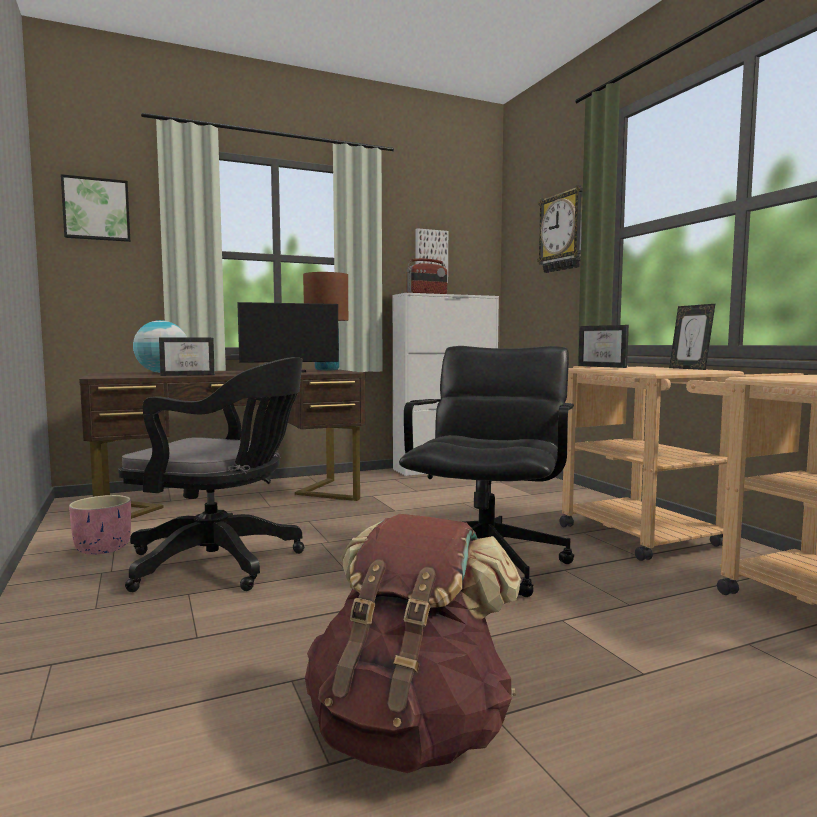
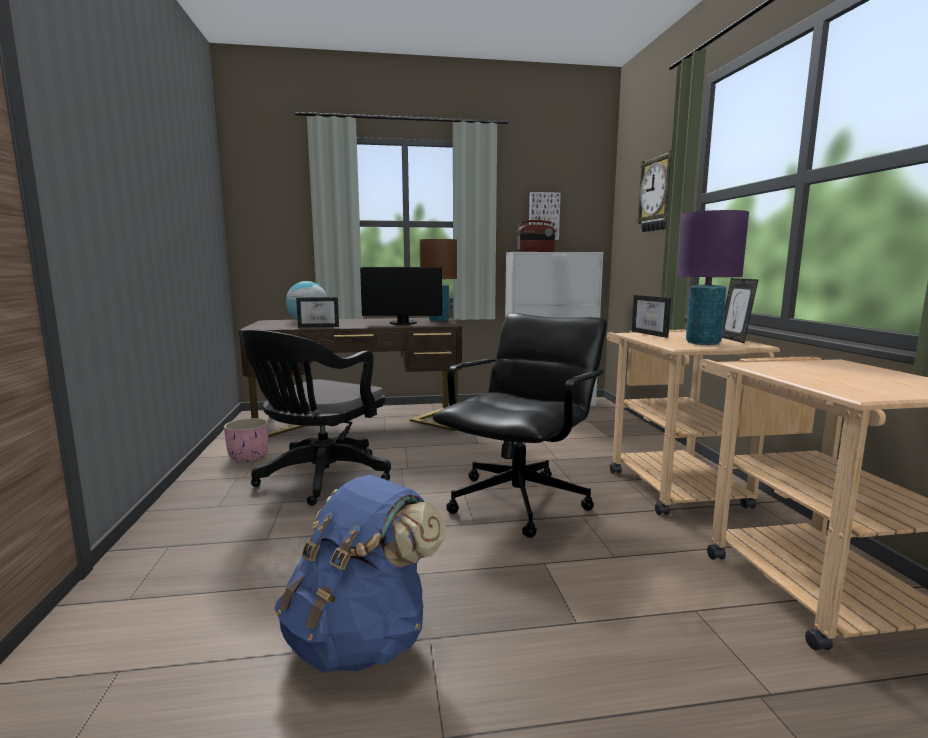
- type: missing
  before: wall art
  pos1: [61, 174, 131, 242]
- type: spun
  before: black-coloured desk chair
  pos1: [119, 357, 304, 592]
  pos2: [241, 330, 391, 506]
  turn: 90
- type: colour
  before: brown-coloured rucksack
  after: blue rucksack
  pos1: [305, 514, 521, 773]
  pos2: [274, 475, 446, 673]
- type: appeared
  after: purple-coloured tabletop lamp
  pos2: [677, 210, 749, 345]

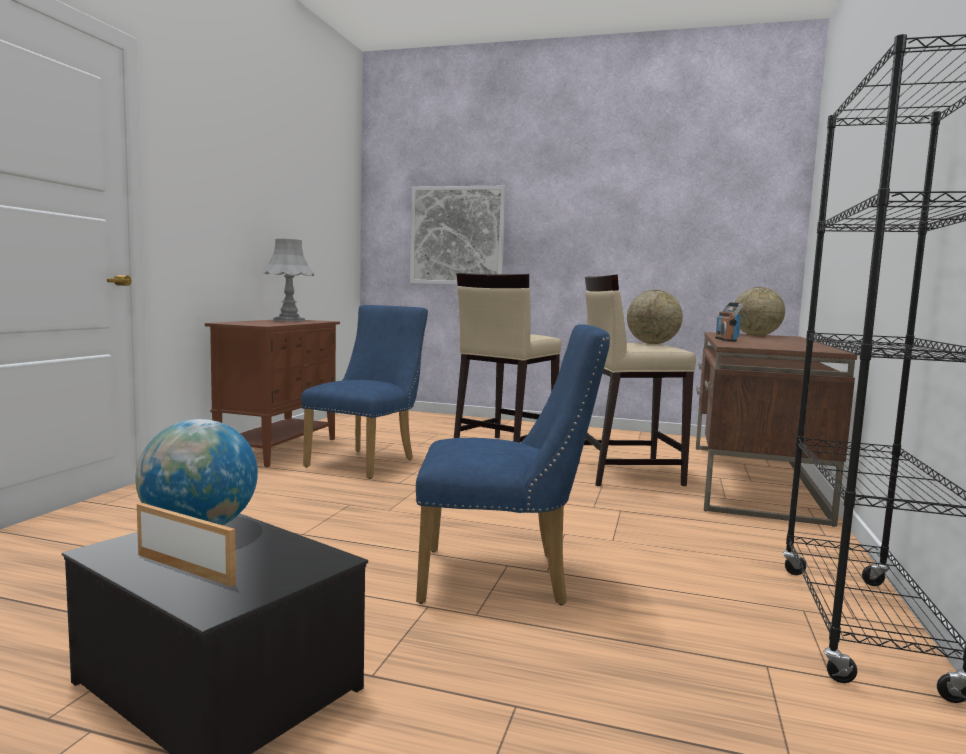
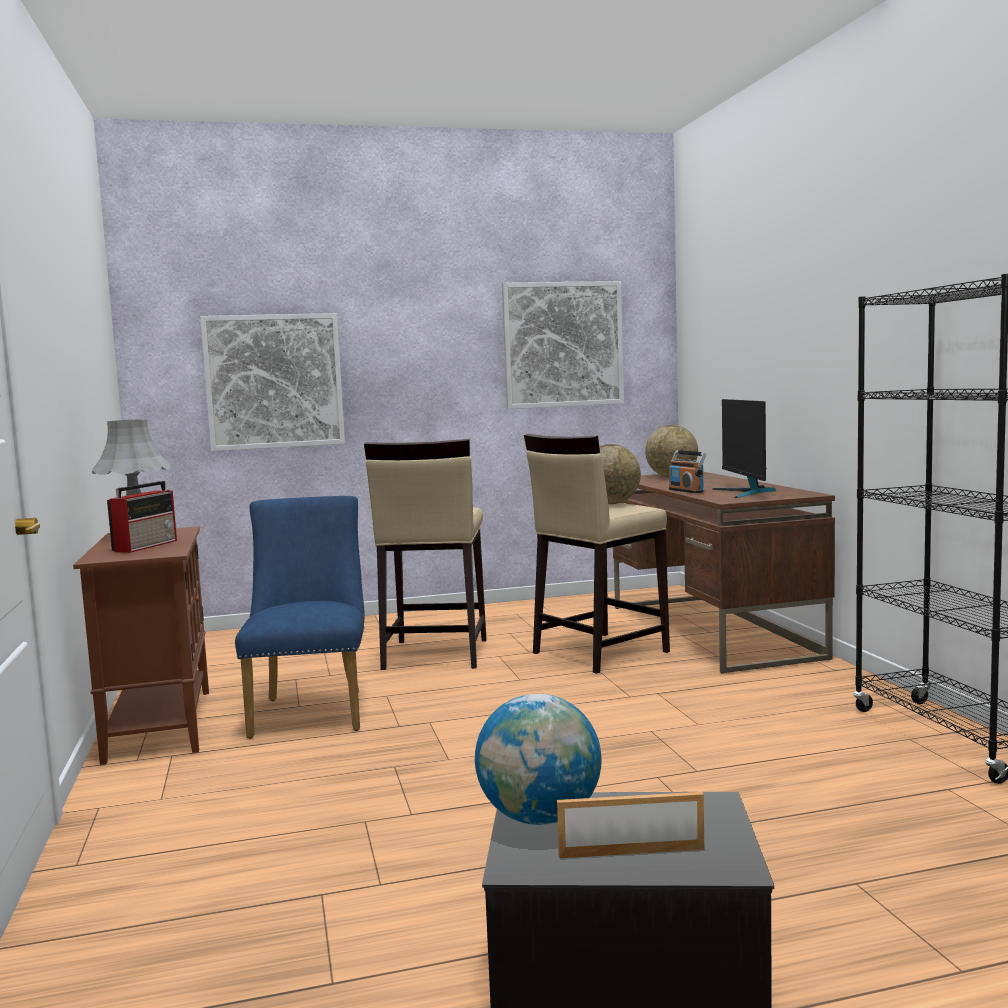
- type: missing
  before: blue plain chair
  pos1: [416, 324, 611, 605]
- type: appeared
  after: radio
  pos2: [107, 481, 177, 553]
- type: appeared
  after: wall art
  pos2: [502, 281, 624, 409]
- type: appeared
  after: computer screen
  pos2: [712, 399, 776, 498]

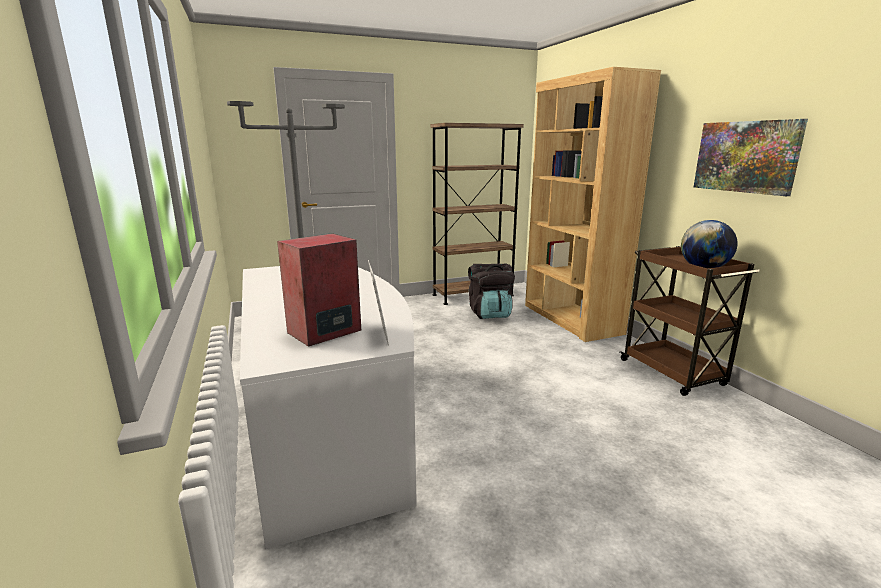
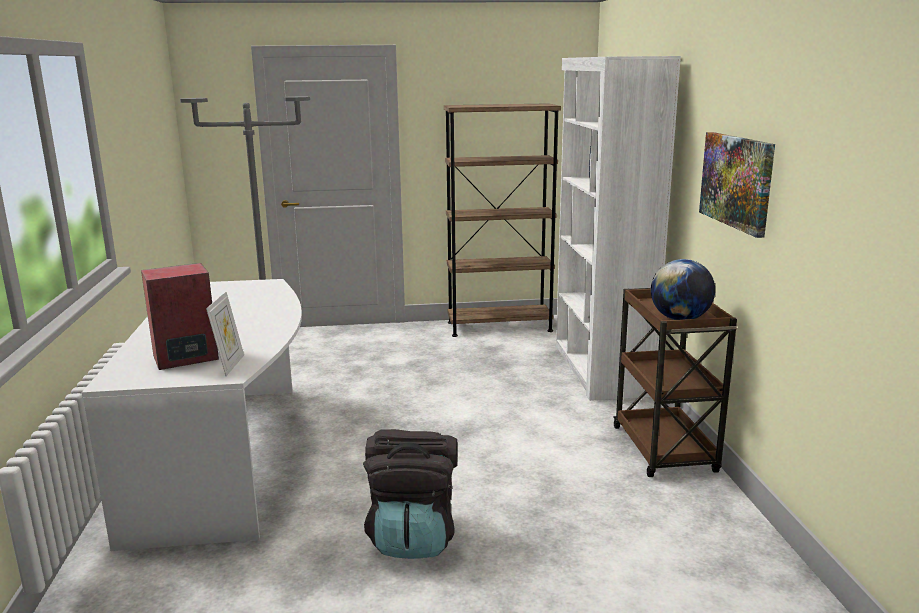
- type: relocated
  before: black-coloured rucksack
  pos1: [468, 264, 515, 319]
  pos2: [363, 429, 457, 559]
- type: colour
  before: brown-coloured bookcase
  after: whitish bookcase
  pos1: [525, 67, 661, 342]
  pos2: [556, 56, 681, 401]

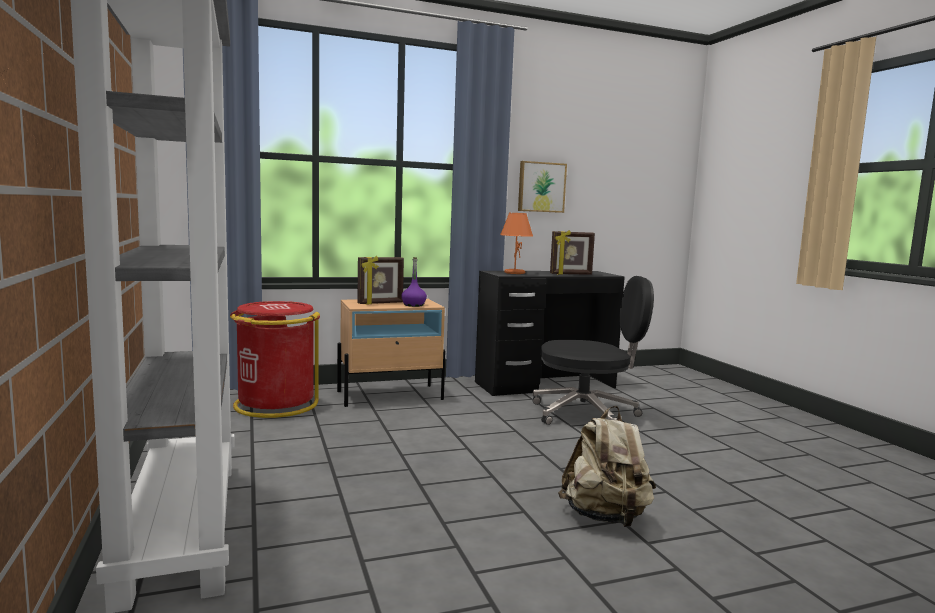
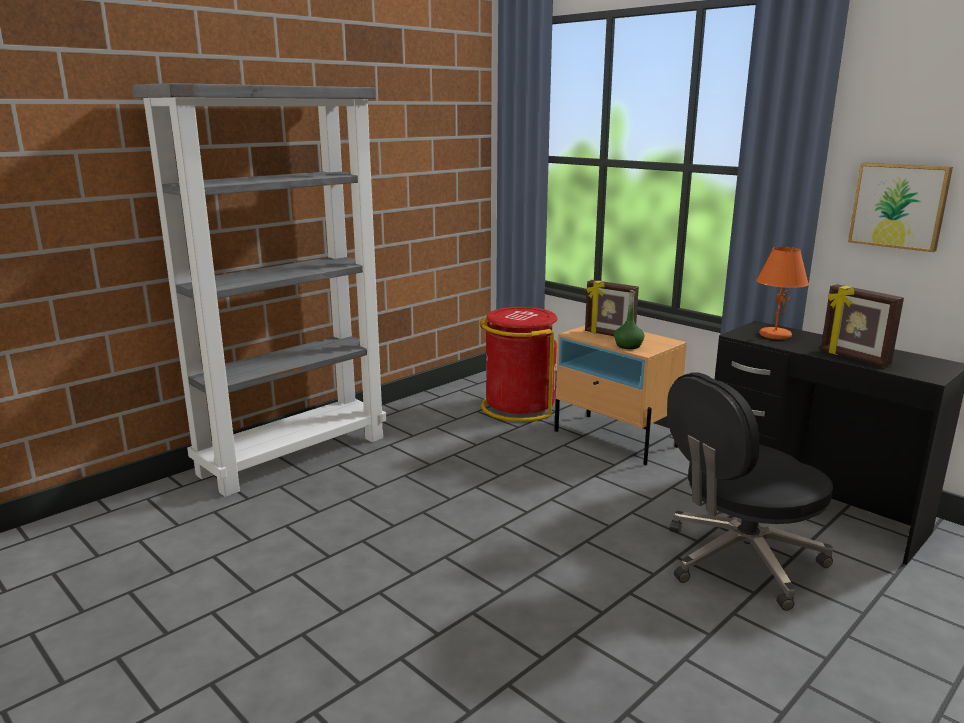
- type: colour
  before: purple-coloured drink bottle
  after: green drink bottle
  pos1: [401, 257, 427, 307]
  pos2: [614, 290, 644, 349]
- type: spun
  before: black-coloured desk chair
  pos1: [533, 276, 654, 425]
  pos2: [667, 372, 833, 611]
  turn: 90
- type: missing
  before: beige rucksack
  pos1: [558, 406, 656, 527]

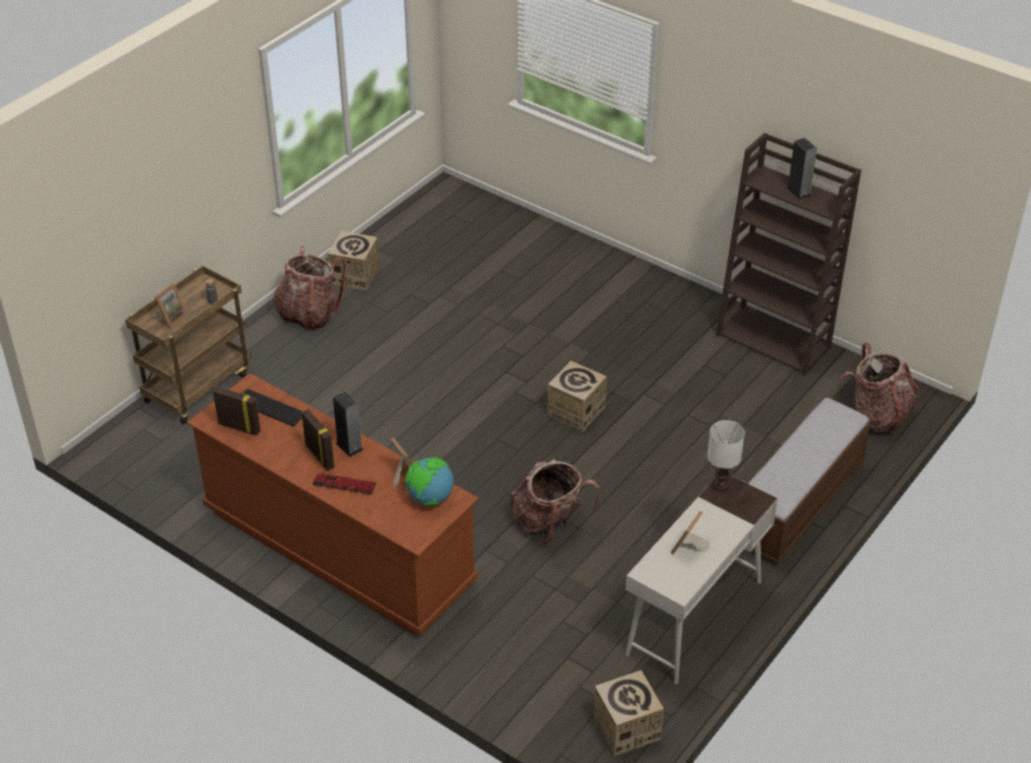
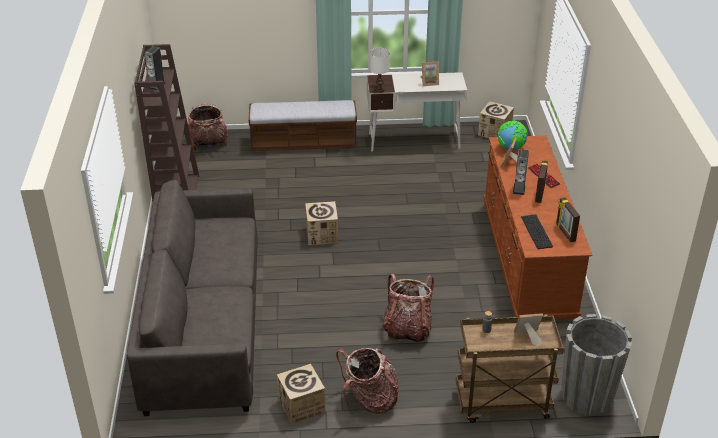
- type: relocated
  before: rucksack
  pos1: [510, 459, 600, 544]
  pos2: [382, 274, 434, 343]
- type: appeared
  after: greyish couch
  pos2: [127, 180, 258, 416]
- type: appeared
  after: greyish flower pot
  pos2: [561, 314, 632, 416]

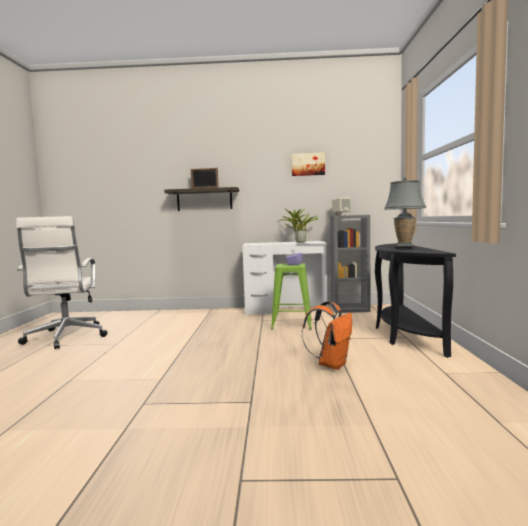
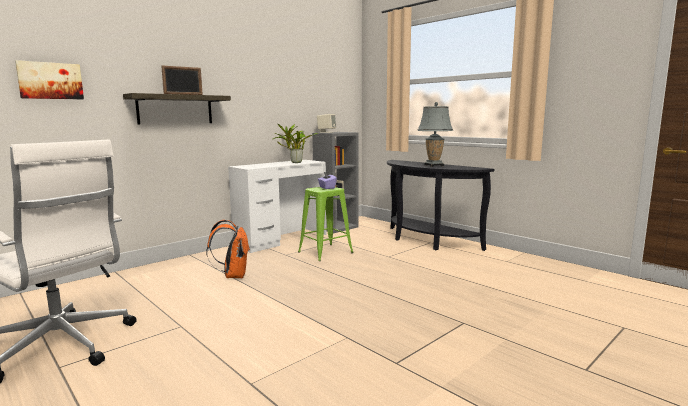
- type: relocated
  before: wall art
  pos1: [291, 152, 325, 176]
  pos2: [15, 60, 84, 99]
- type: relocated
  before: orange-coloured rucksack
  pos1: [302, 301, 352, 370]
  pos2: [206, 220, 249, 278]

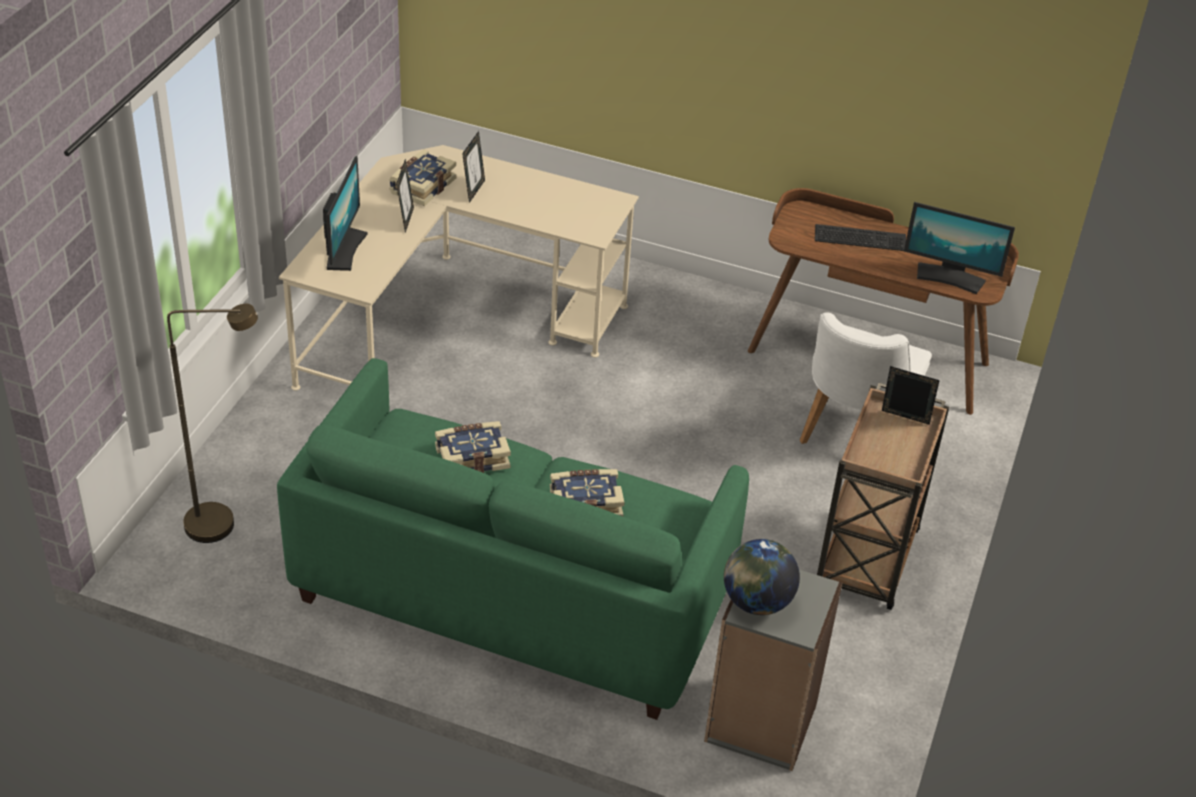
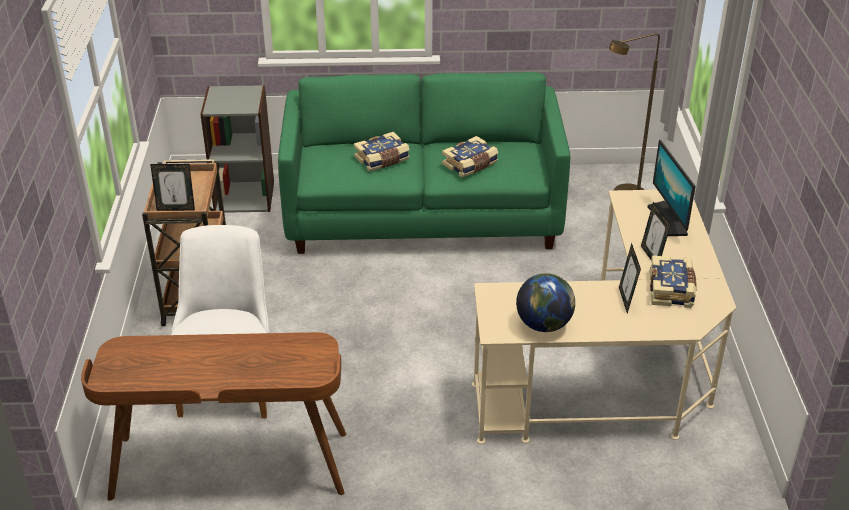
- type: relocated
  before: desk globe
  pos1: [724, 539, 800, 615]
  pos2: [516, 273, 575, 332]
- type: missing
  before: keyboard
  pos1: [815, 224, 906, 251]
- type: missing
  before: computer screen
  pos1: [904, 202, 1015, 294]

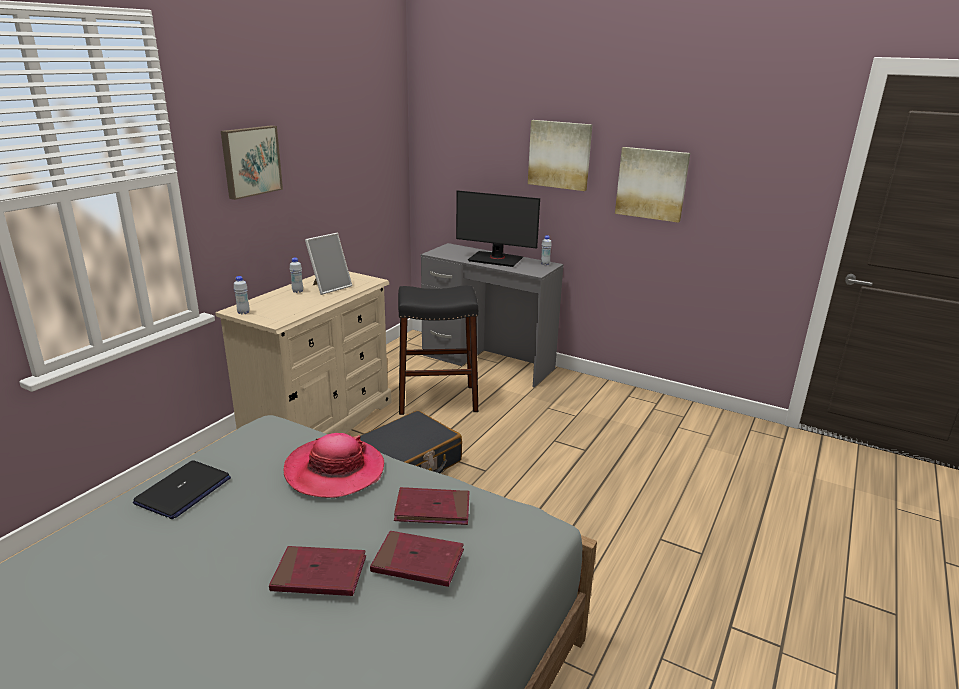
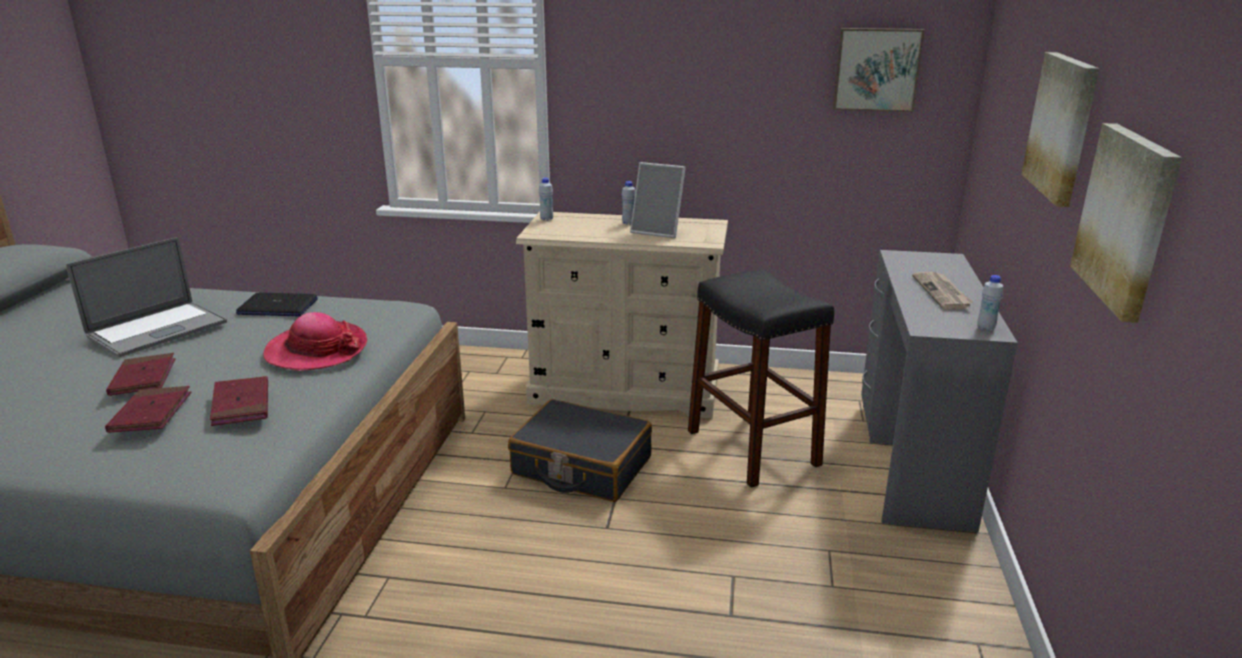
- type: relocated
  before: wall art
  pos1: [221, 125, 283, 200]
  pos2: [833, 28, 925, 112]
- type: exchanged
  before: computer screen
  after: daily paper
  pos1: [456, 190, 540, 267]
  pos2: [912, 272, 973, 309]
- type: appeared
  after: laptop
  pos2: [66, 237, 227, 357]

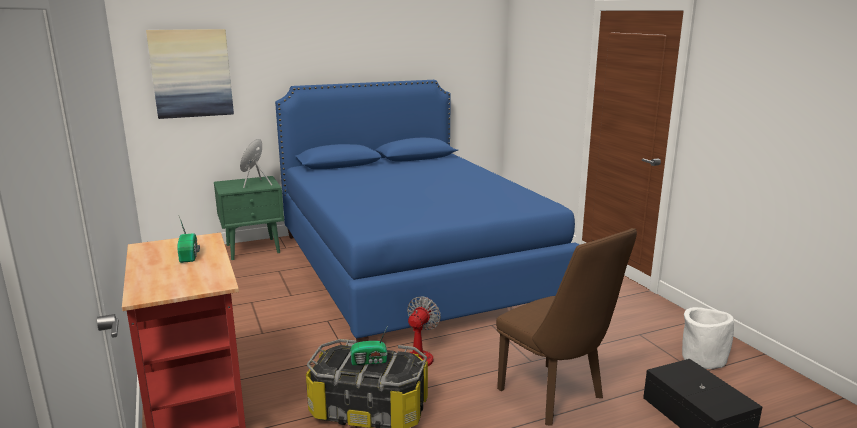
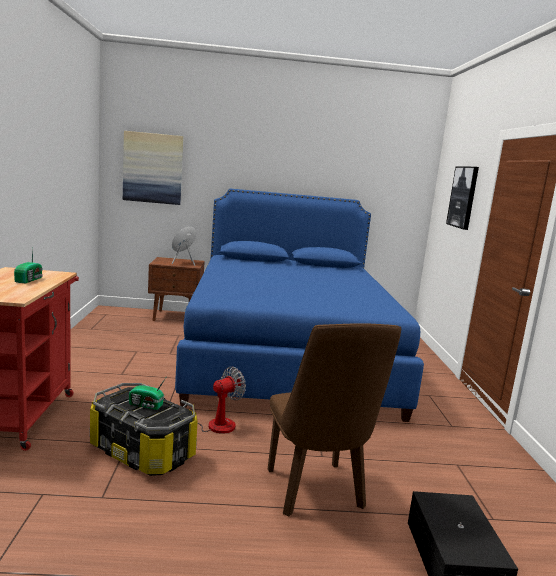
- type: colour
  before: green night table
  after: brown-coloured night table
  pos1: [214, 176, 284, 260]
  pos2: [148, 257, 205, 321]
- type: missing
  before: whitish flower pot
  pos1: [682, 307, 734, 369]
- type: appeared
  after: wall art
  pos2: [446, 167, 479, 230]

